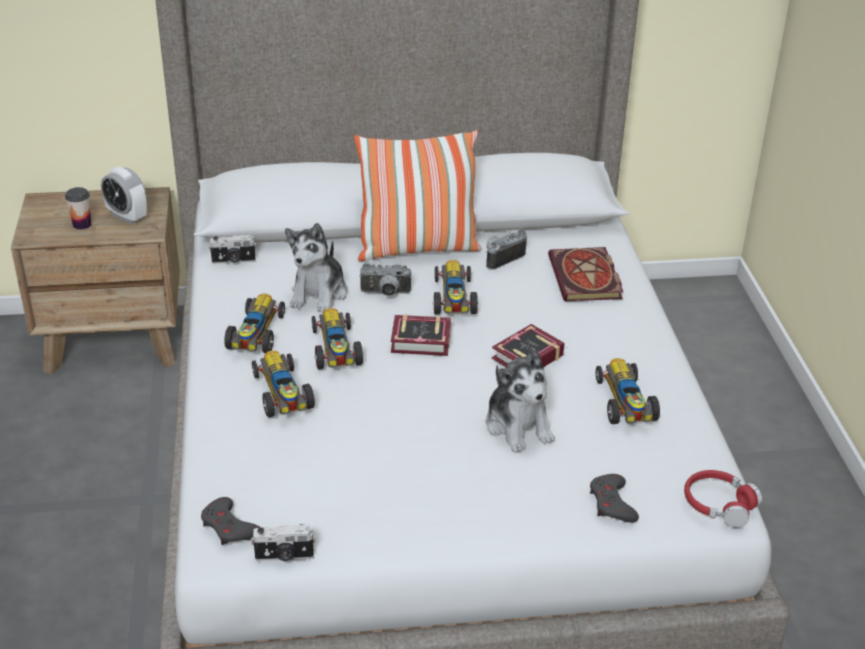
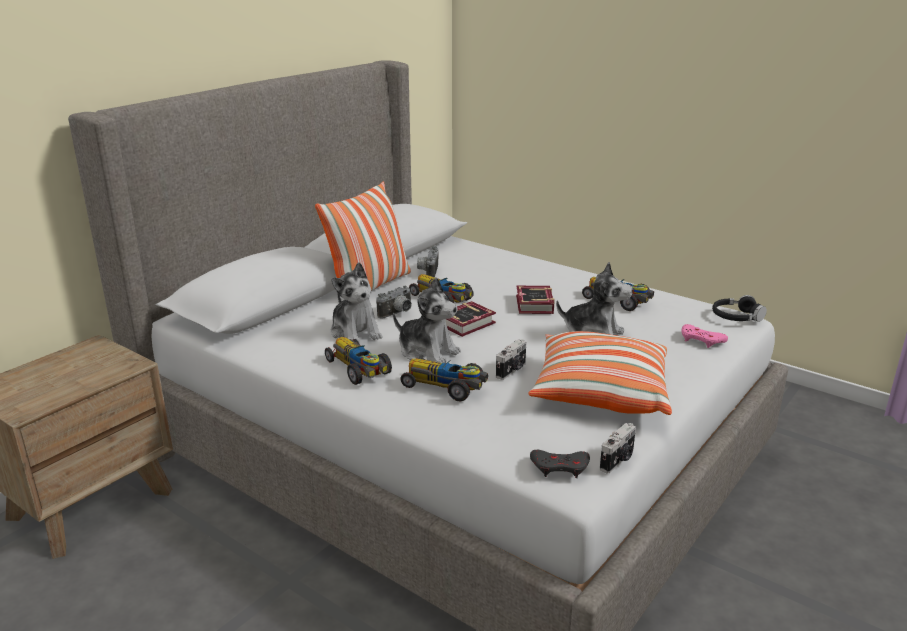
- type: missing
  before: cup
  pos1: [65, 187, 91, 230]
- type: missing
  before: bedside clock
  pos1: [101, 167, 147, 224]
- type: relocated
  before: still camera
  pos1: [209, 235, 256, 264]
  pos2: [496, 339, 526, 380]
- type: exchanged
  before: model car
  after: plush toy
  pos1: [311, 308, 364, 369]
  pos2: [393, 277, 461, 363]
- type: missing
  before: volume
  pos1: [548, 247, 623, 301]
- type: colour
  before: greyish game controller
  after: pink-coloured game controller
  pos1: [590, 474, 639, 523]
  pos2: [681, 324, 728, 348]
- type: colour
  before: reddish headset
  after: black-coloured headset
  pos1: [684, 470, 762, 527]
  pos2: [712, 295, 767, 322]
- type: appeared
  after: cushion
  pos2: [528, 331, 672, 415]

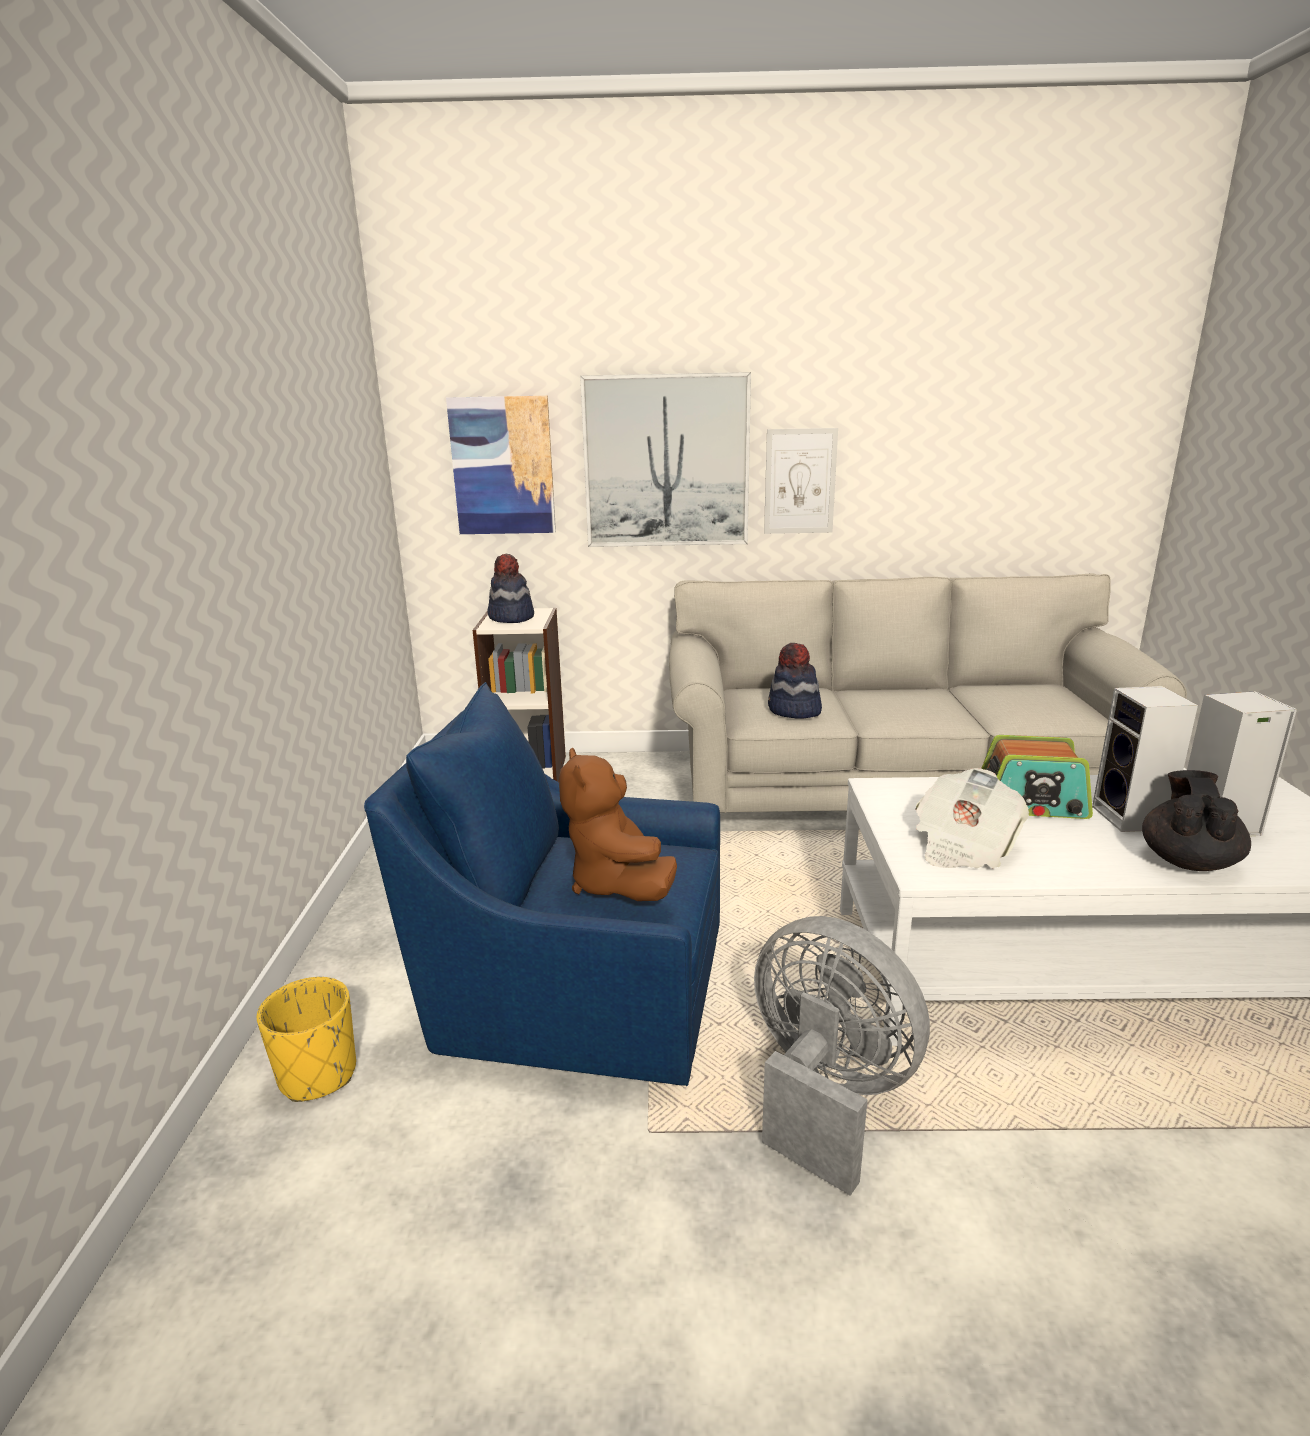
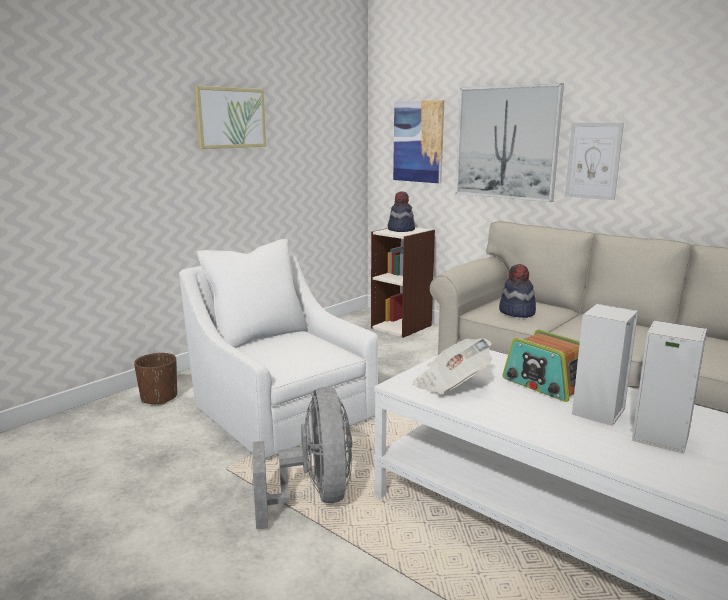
- type: colour
  before: yellow flower pot
  after: brown-coloured flower pot
  pos1: [257, 977, 356, 1102]
  pos2: [134, 353, 177, 405]
- type: colour
  before: blue armchair
  after: whitish armchair
  pos1: [364, 682, 720, 1086]
  pos2: [179, 238, 378, 459]
- type: missing
  before: brown-coloured plush toy
  pos1: [559, 747, 677, 901]
- type: missing
  before: black-coloured teapot
  pos1: [1142, 770, 1251, 871]
- type: appeared
  after: wall art
  pos2: [194, 86, 266, 149]

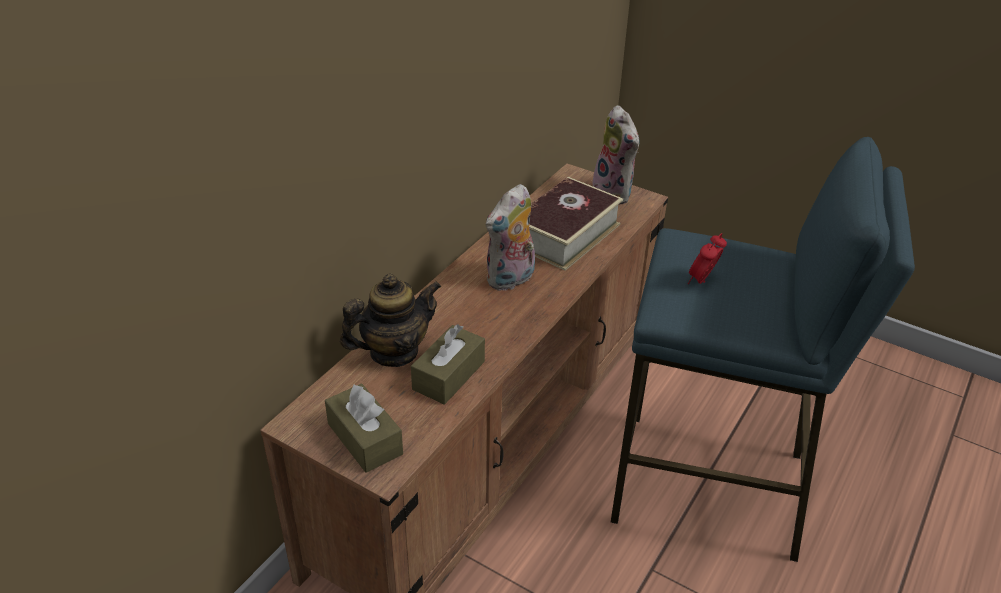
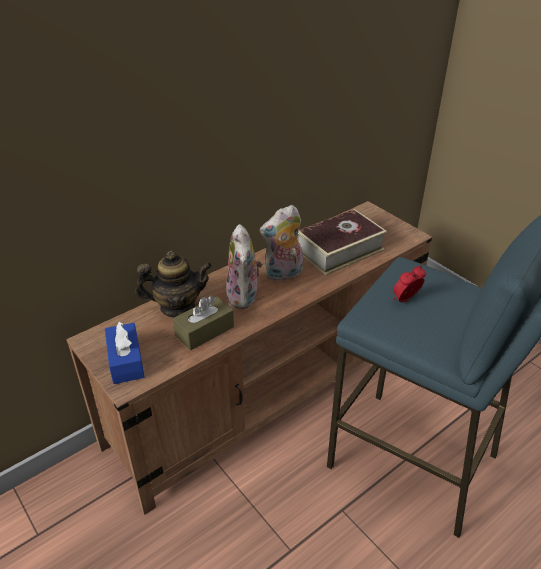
- type: colour
  before: brown-coloured tissue box
  after: blue tissue box
  pos1: [325, 383, 403, 473]
  pos2: [105, 321, 145, 384]
- type: relocated
  before: plush toy
  pos1: [589, 105, 639, 205]
  pos2: [226, 224, 263, 309]

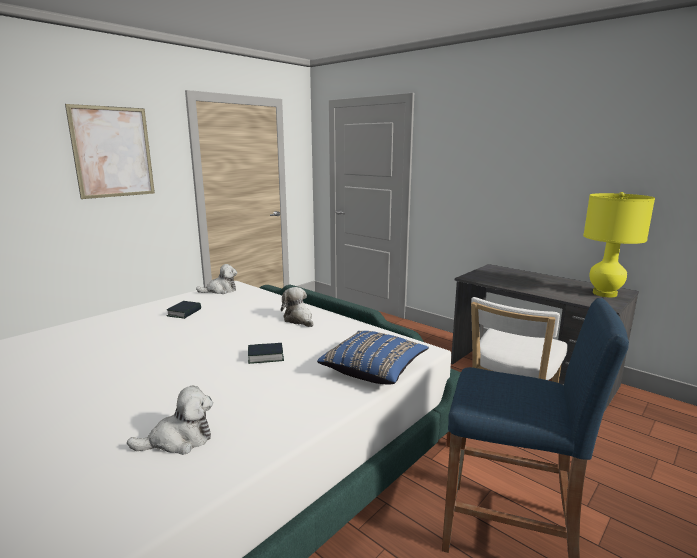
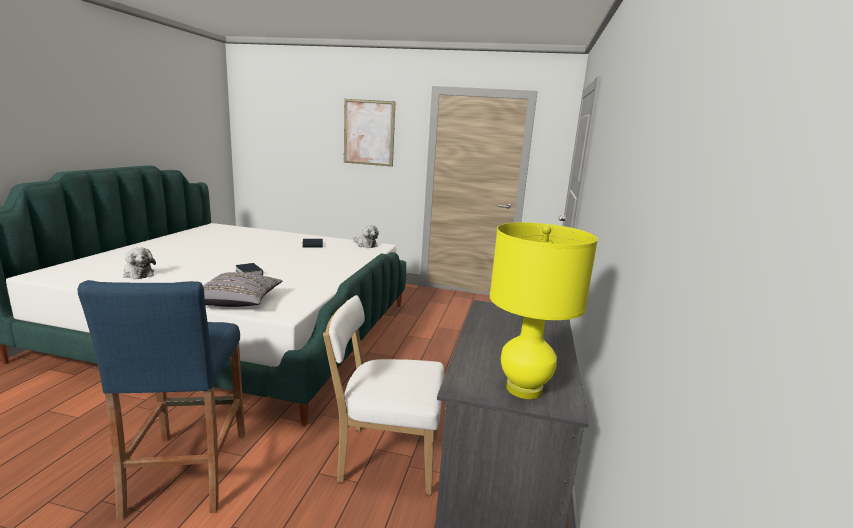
- type: missing
  before: plush toy
  pos1: [281, 287, 313, 327]
- type: colour
  before: blue cushion
  after: greyish cushion
  pos1: [317, 331, 429, 385]
  pos2: [203, 272, 283, 307]

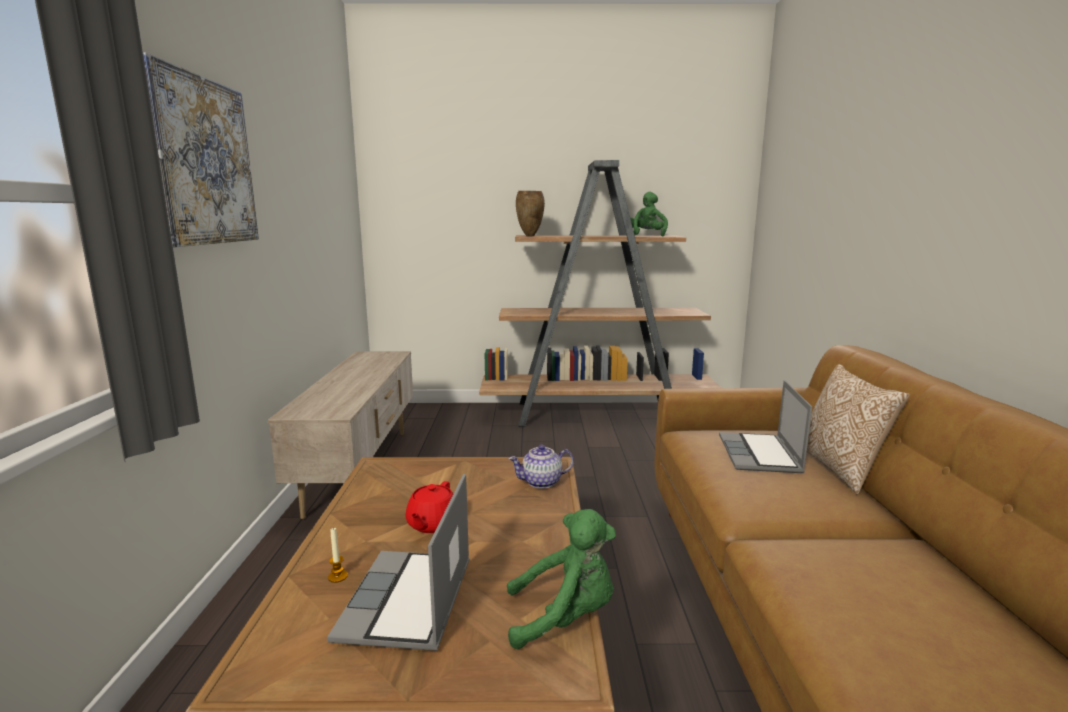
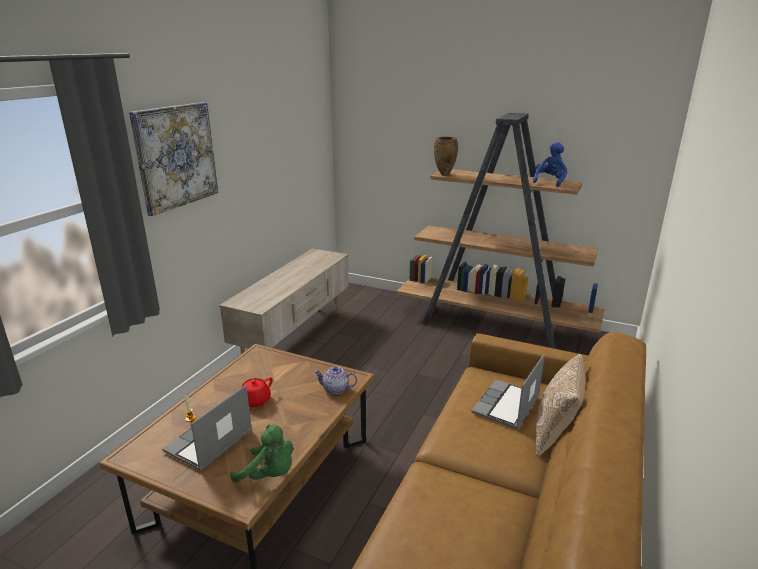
- type: colour
  before: green plush toy
  after: blue plush toy
  pos1: [630, 192, 668, 237]
  pos2: [533, 142, 567, 187]

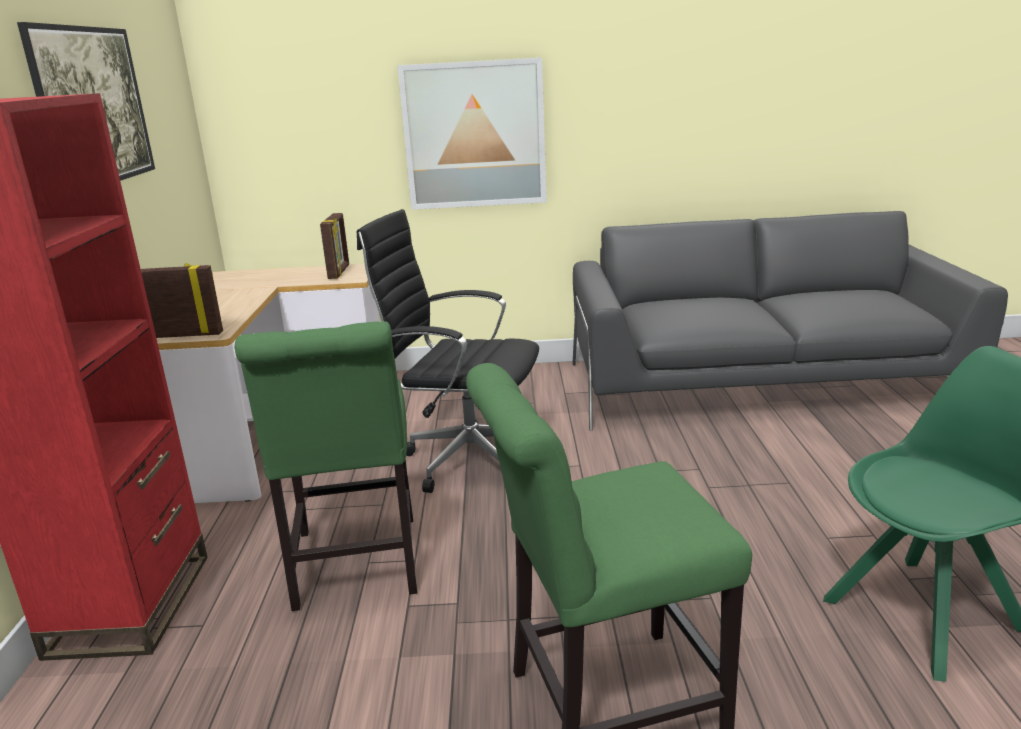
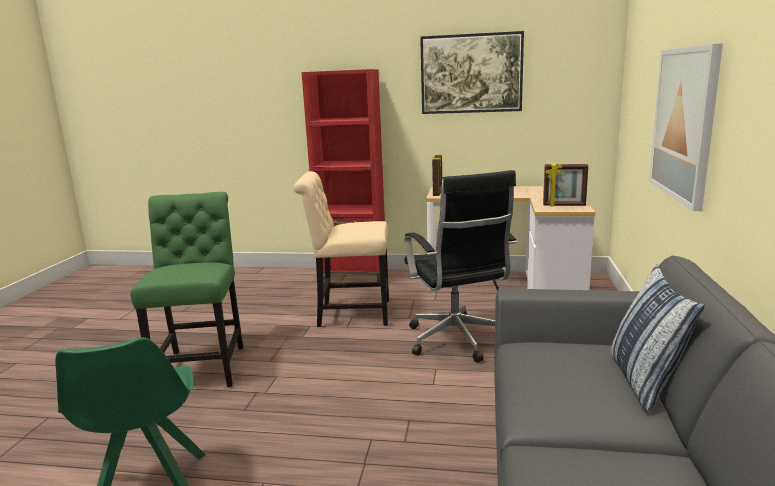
- type: colour
  before: green plain chair
  after: beige plain chair
  pos1: [234, 321, 417, 611]
  pos2: [293, 171, 389, 327]
- type: spun
  before: black-coloured desk chair
  pos1: [357, 209, 539, 493]
  pos2: [404, 170, 517, 363]
  turn: 135
- type: appeared
  after: cushion
  pos2: [610, 264, 705, 412]

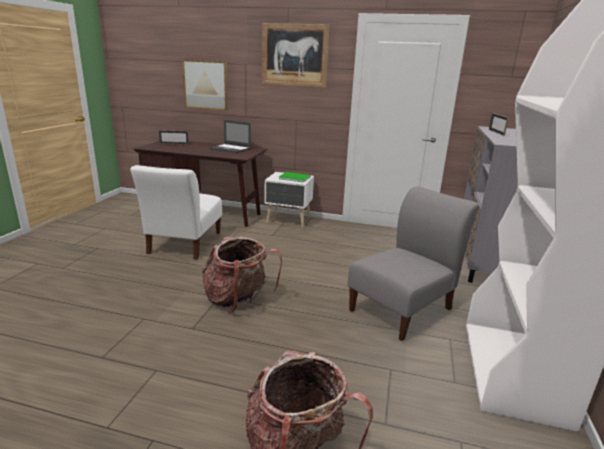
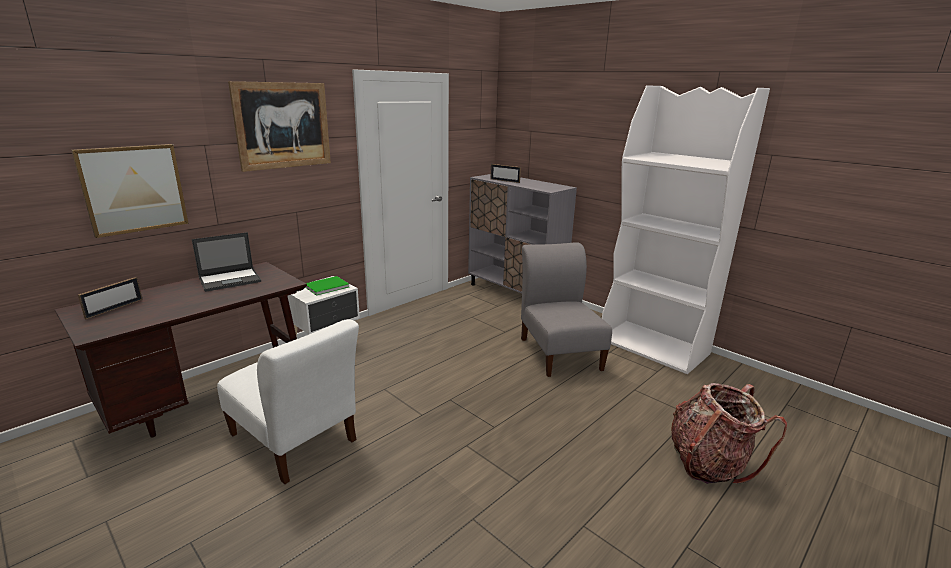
- type: missing
  before: rucksack
  pos1: [202, 236, 282, 313]

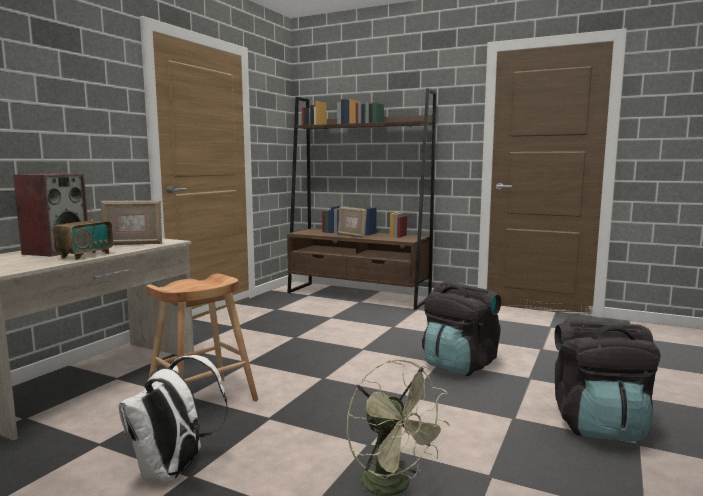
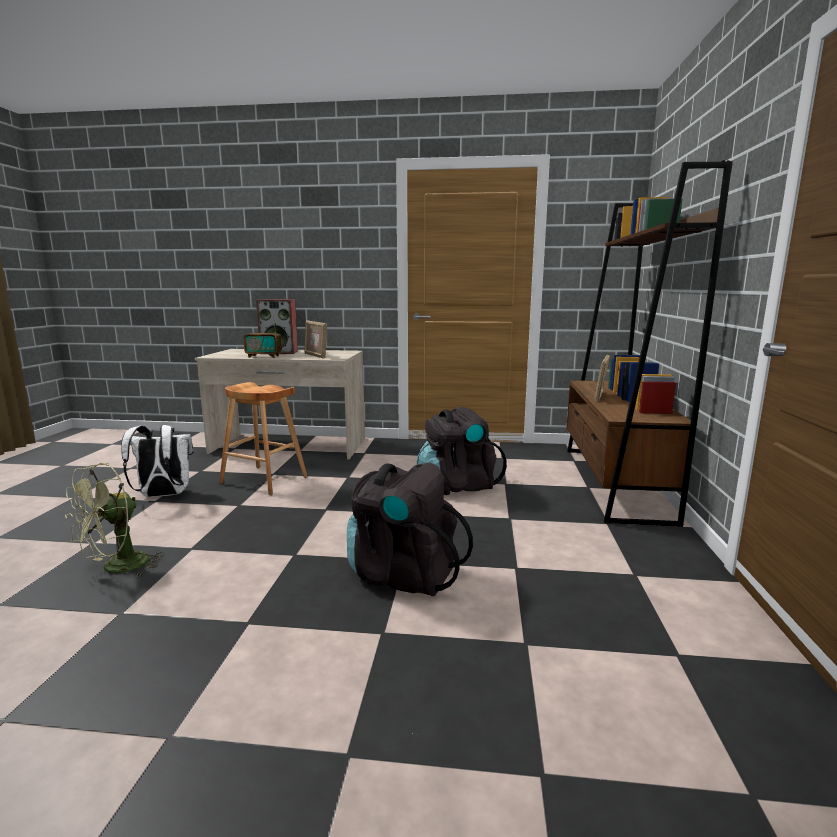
- type: relocated
  before: black-coloured rucksack
  pos1: [555, 319, 661, 441]
  pos2: [417, 407, 507, 495]

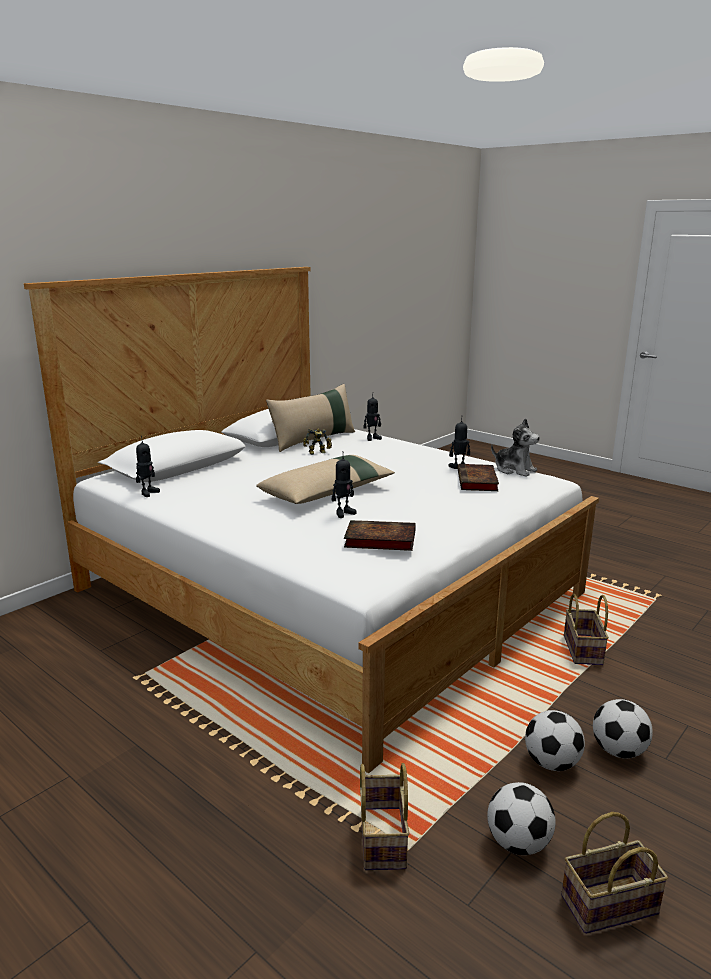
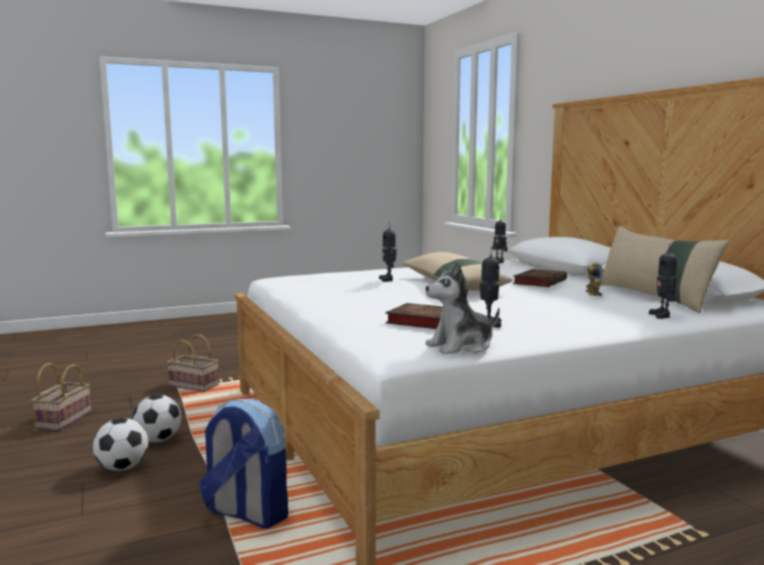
- type: relocated
  before: volume
  pos1: [344, 520, 415, 551]
  pos2: [513, 269, 567, 287]
- type: missing
  before: football
  pos1: [487, 782, 556, 855]
- type: exchanged
  before: basket
  after: rucksack
  pos1: [564, 594, 609, 665]
  pos2: [199, 399, 288, 529]

